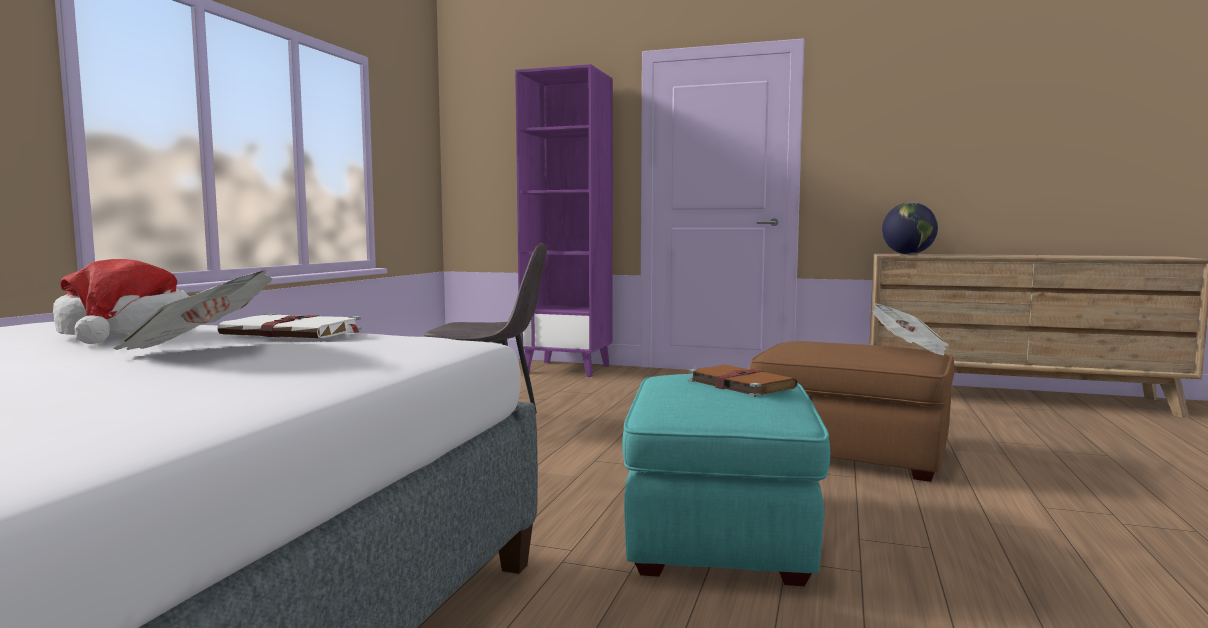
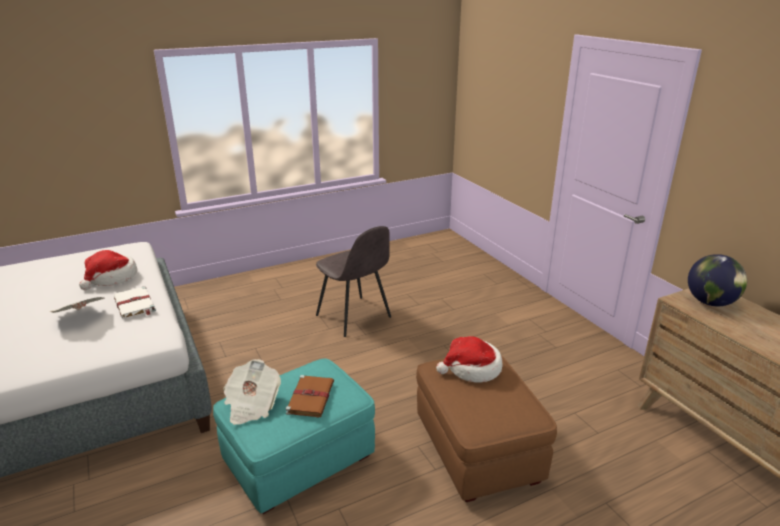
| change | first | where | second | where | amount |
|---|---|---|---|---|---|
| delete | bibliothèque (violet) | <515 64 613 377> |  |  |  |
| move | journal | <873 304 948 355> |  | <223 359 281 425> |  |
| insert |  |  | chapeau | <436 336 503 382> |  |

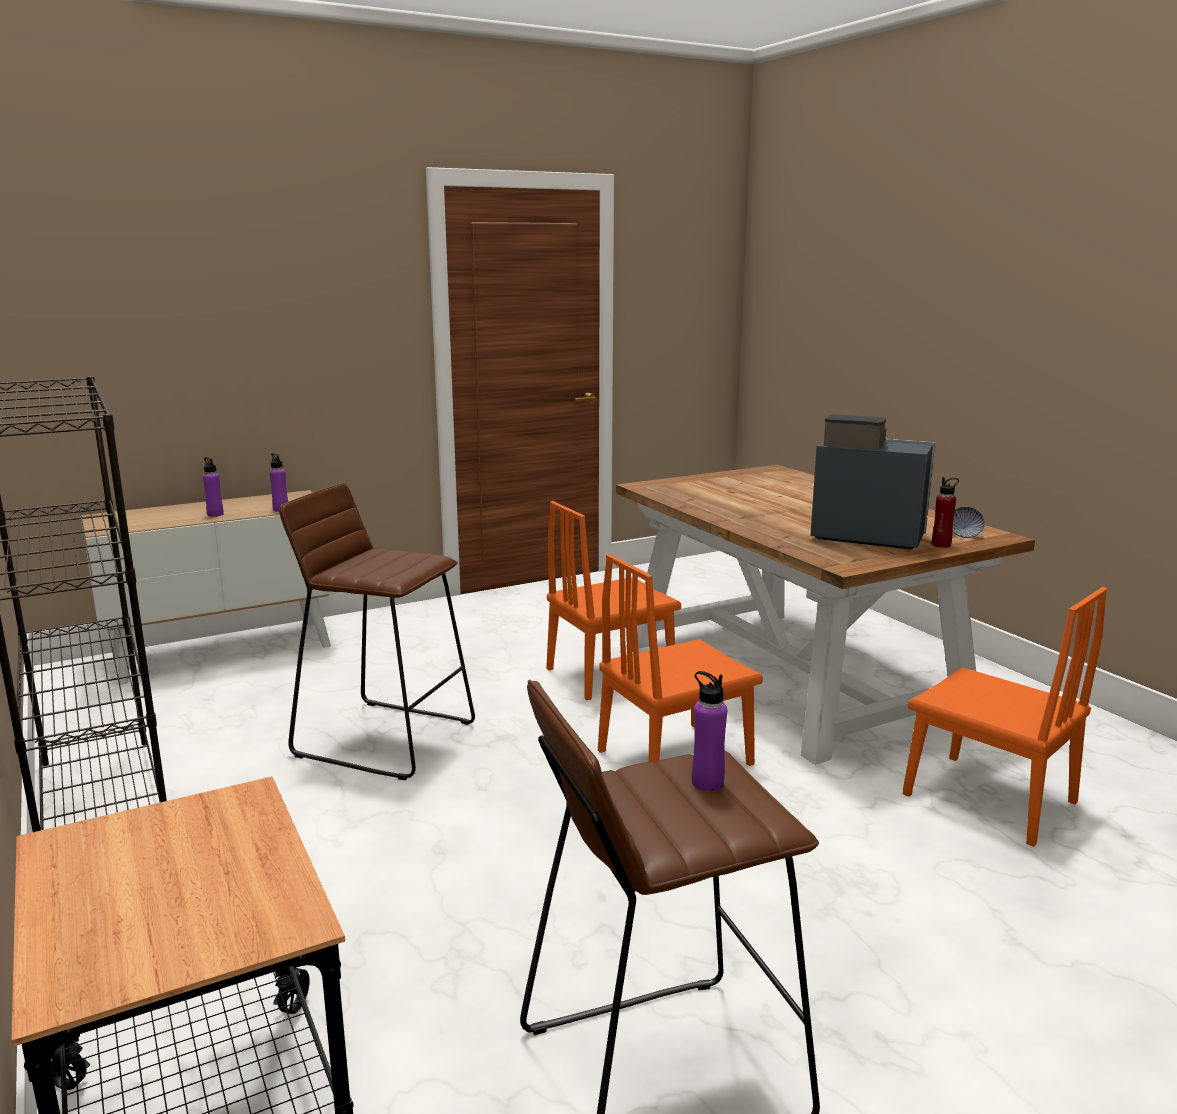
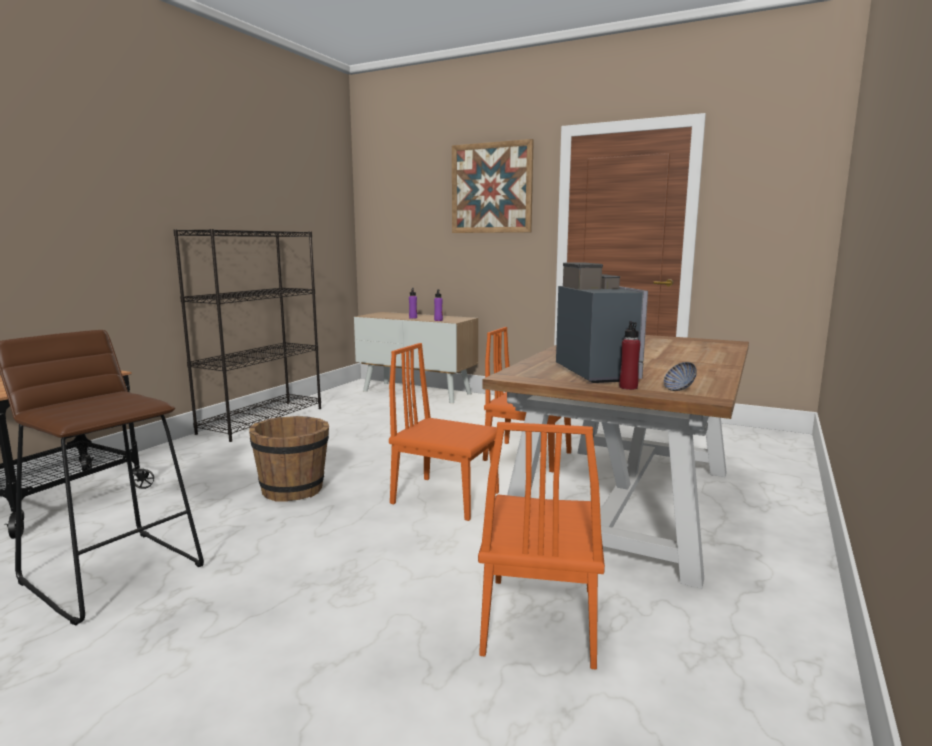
| change | first | where | second | where | amount |
|---|---|---|---|---|---|
| delete | tabouret (marron) | <279 483 475 780> |  |  |  |
| delete | bouteille (violet) | <692 671 727 791> |  |  |  |
| insert |  |  | seau (marron) | <249 416 329 502> |  |
| insert |  |  | tableau | <452 139 534 233> |  |

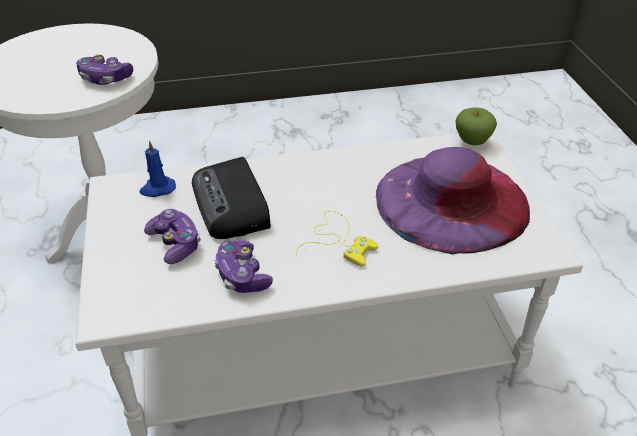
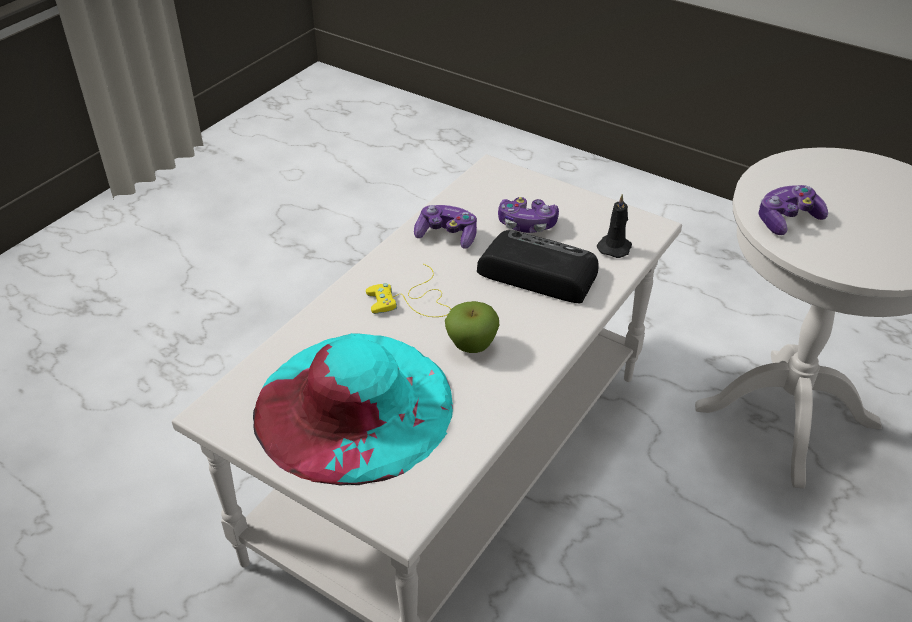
| change | first | where | second | where | amount |
|---|---|---|---|---|---|
| recolor | bougie (bleu) | <139 140 176 197> | bougie (noir) | <597 194 632 258> |  |
| recolor | chapeau (violet) | <376 147 530 255> | chapeau (turquoise) | <253 333 453 485> |  |
| move | pomme | <456 107 497 145> |  | <445 301 499 353> |  |

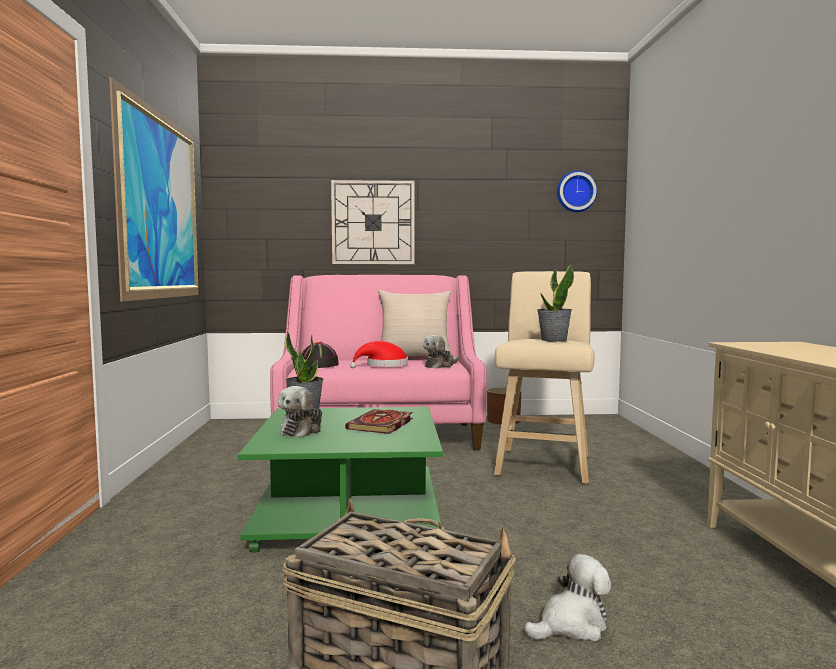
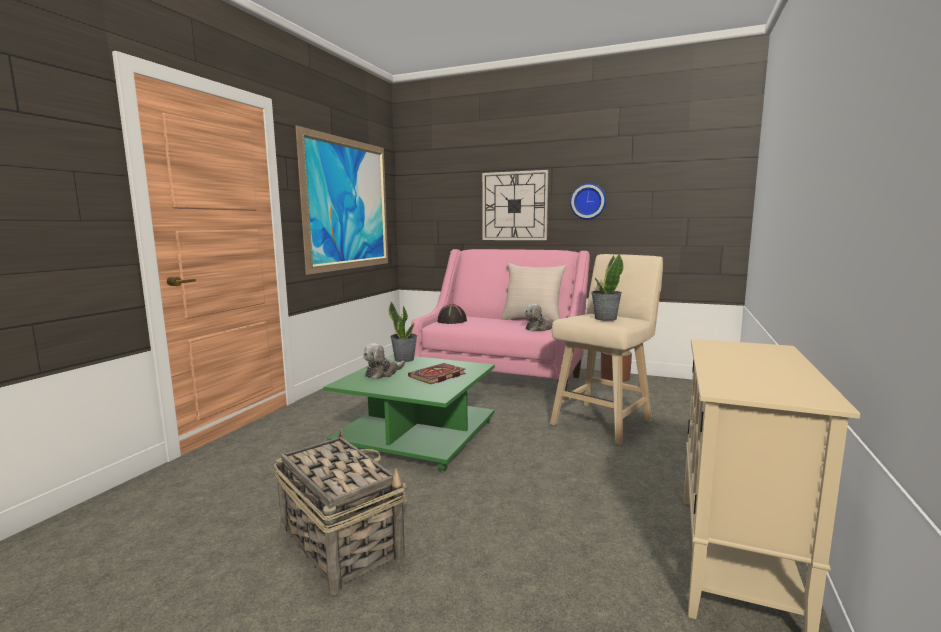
| change | first | where | second | where | amount |
|---|---|---|---|---|---|
| delete | chapeau (rouge) | <350 341 408 368> |  |  |  |
| delete | peluche | <524 554 611 641> |  |  |  |
| move | horloge murale | <557 171 597 212> |  | <570 183 606 220> |  |

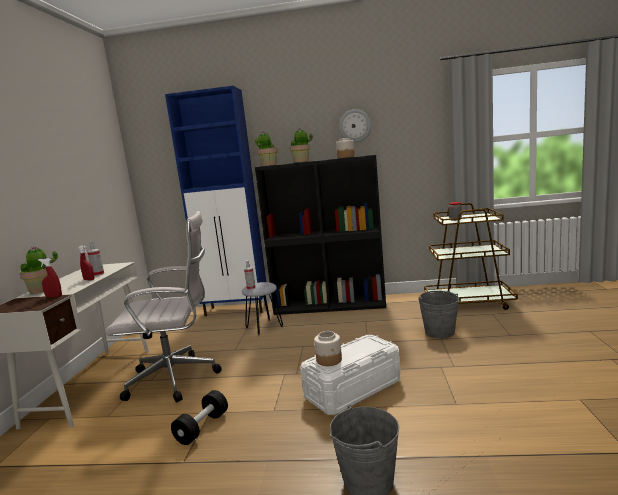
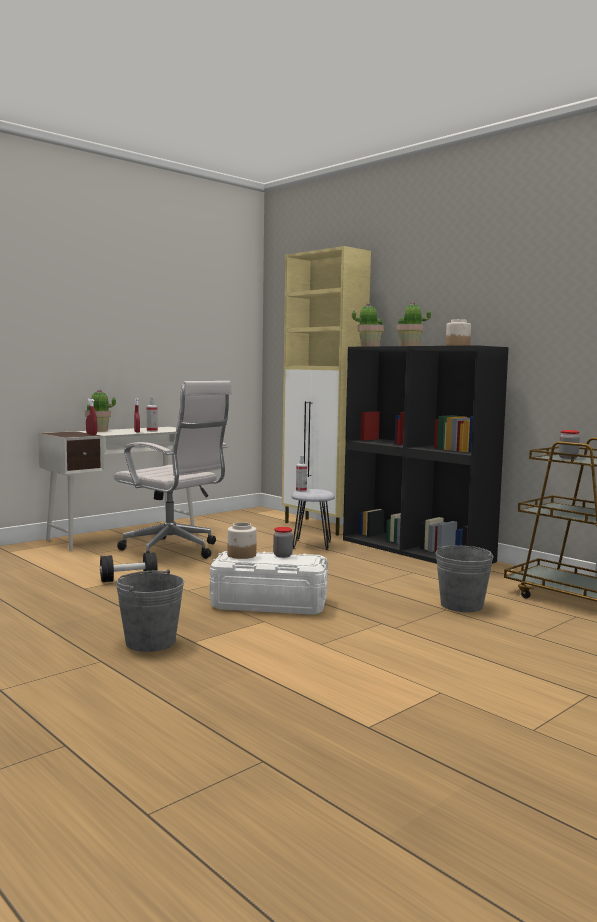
| change | first | where | second | where | amount |
|---|---|---|---|---|---|
| recolor | meuble de rangement (bleu) | <165 86 266 317> | meuble de rangement (beige) | <282 246 371 536> |  |
| delete | horloge murale | <339 109 371 143> |  |  |  |
| insert |  |  | bocal | <273 527 293 558> |  |

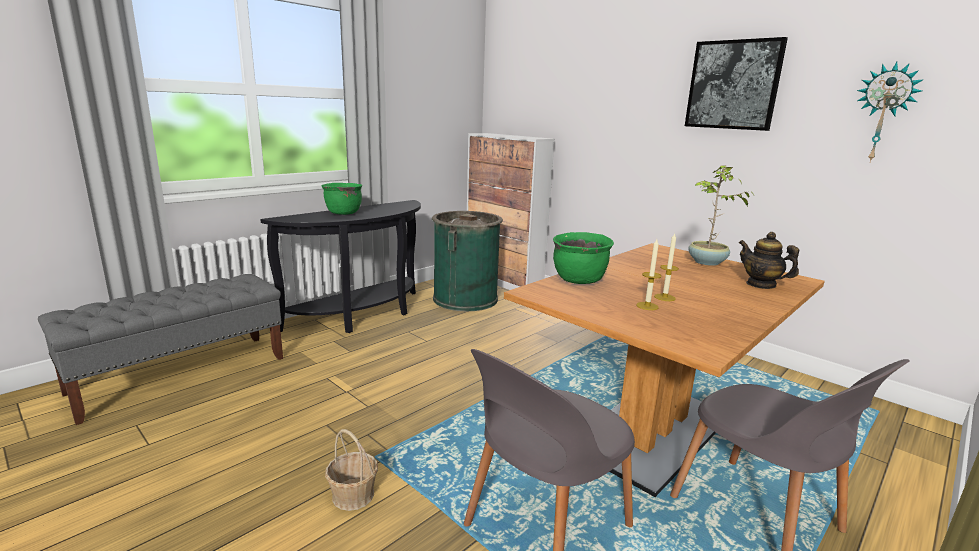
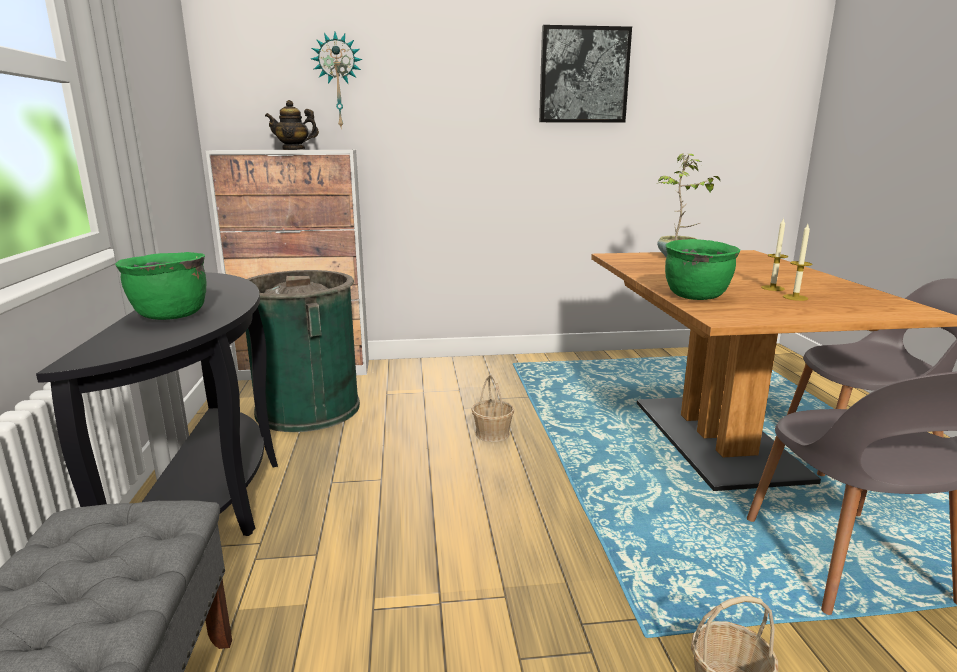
| change | first | where | second | where | amount |
|---|---|---|---|---|---|
| move | théière | <739 232 799 289> |  | <265 100 319 150> |  |
| move | horloge murale | <857 62 924 162> |  | <311 32 362 130> |  |
| insert |  |  | panier | <472 375 514 442> |  |

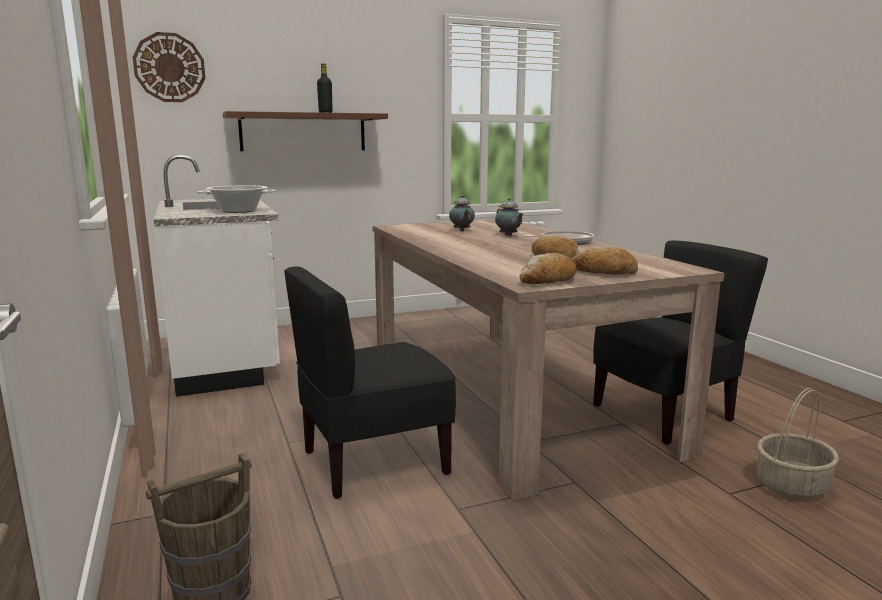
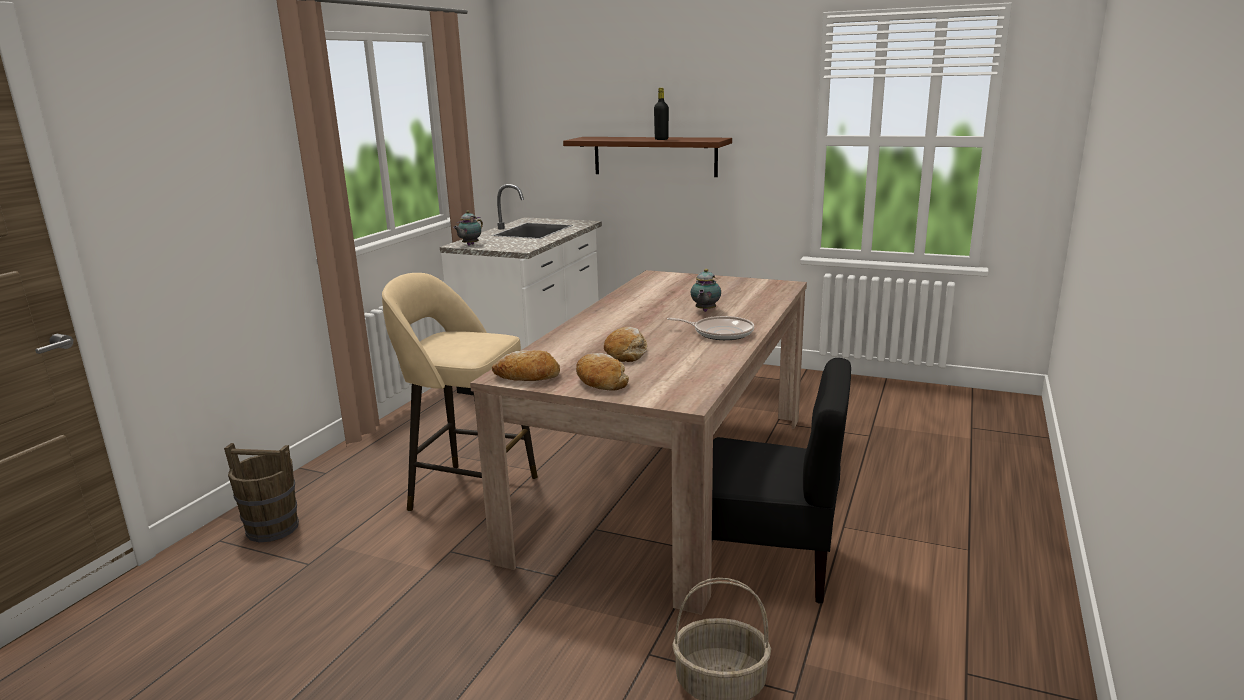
| change | first | where | second | where | amount |
|---|---|---|---|---|---|
| delete | horloge murale | <133 32 205 102> |  |  |  |
| delete | marmite | <197 185 276 213> |  |  |  |
| replace | chaise (noir) | <284 266 456 499> | tabouret (beige) | <382 273 538 511> |  |
| move | théière | <449 195 475 231> |  | <453 211 483 245> |  |

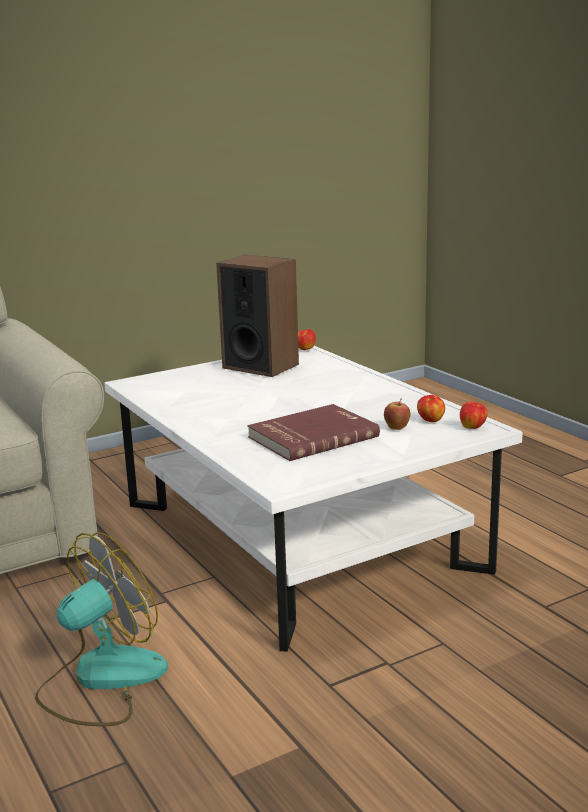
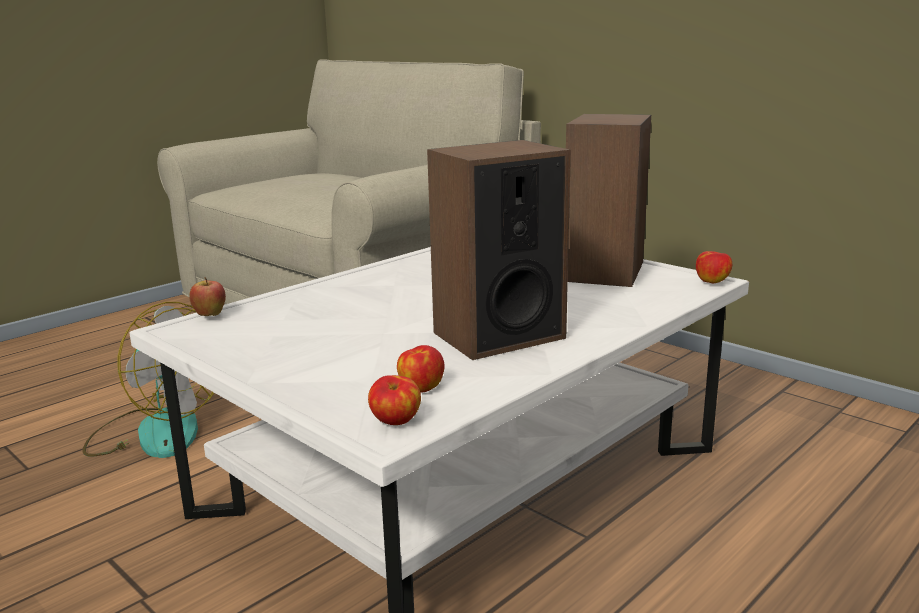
| change | first | where | second | where | amount |
|---|---|---|---|---|---|
| delete | livre (rouge) | <247 404 380 461> |  |  |  |
| move | pomme | <384 399 410 430> |  | <189 277 226 316> |  |
| insert |  |  | enceinte | <427 140 571 360> |  |

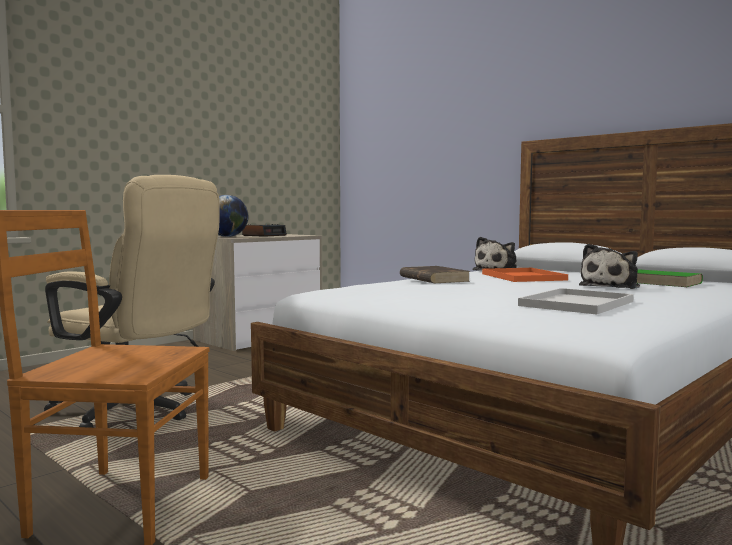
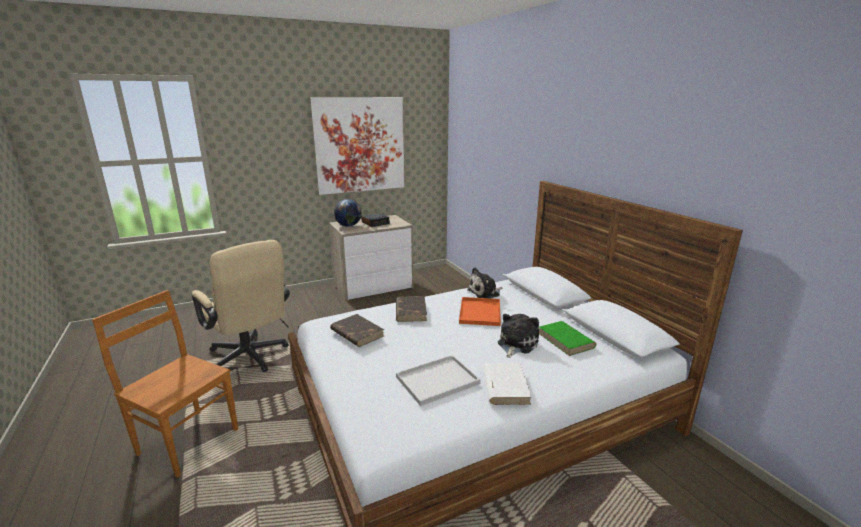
| change | first | where | second | where | amount |
|---|---|---|---|---|---|
| rotate | peluche | <579 244 640 289> |  | <498 314 539 358> | 150 degrees clockwise |
| insert |  |  | tableau | <310 97 405 195> |  |
| insert |  |  | livre (marron) | <330 314 384 347> |  |
| insert |  |  | livre (blanc) | <483 363 532 405> |  |

